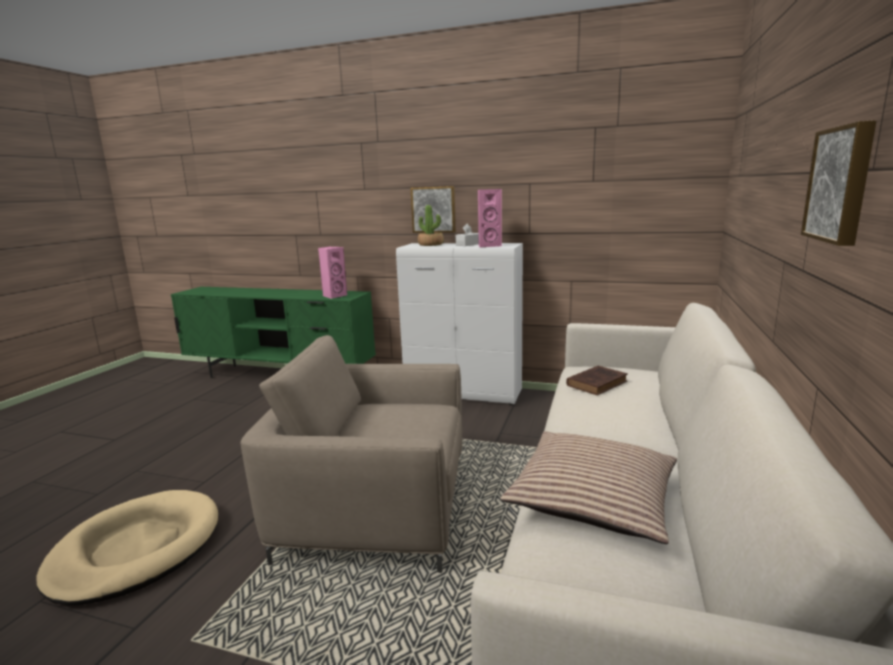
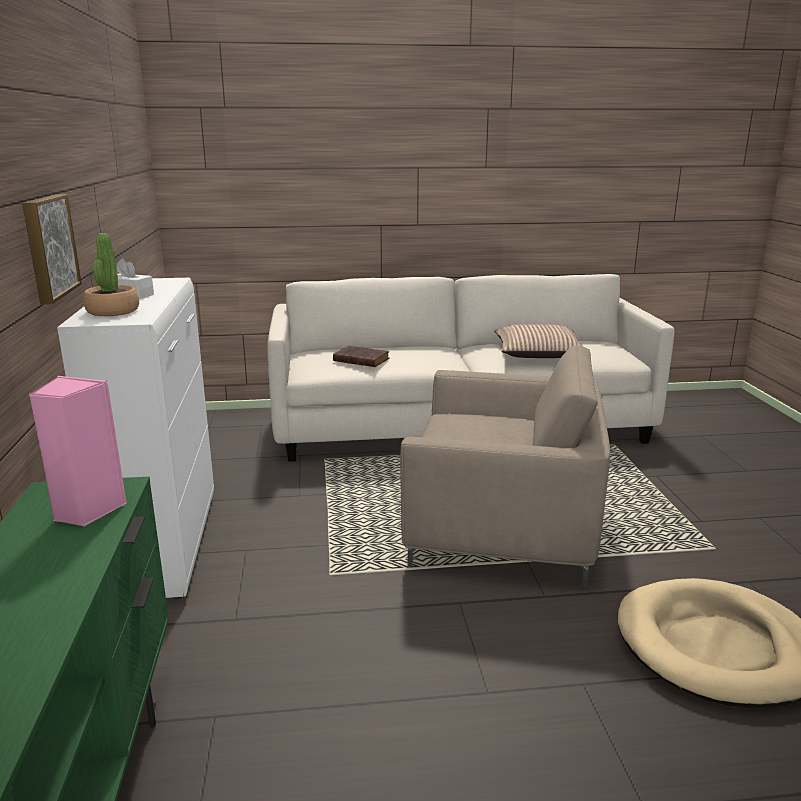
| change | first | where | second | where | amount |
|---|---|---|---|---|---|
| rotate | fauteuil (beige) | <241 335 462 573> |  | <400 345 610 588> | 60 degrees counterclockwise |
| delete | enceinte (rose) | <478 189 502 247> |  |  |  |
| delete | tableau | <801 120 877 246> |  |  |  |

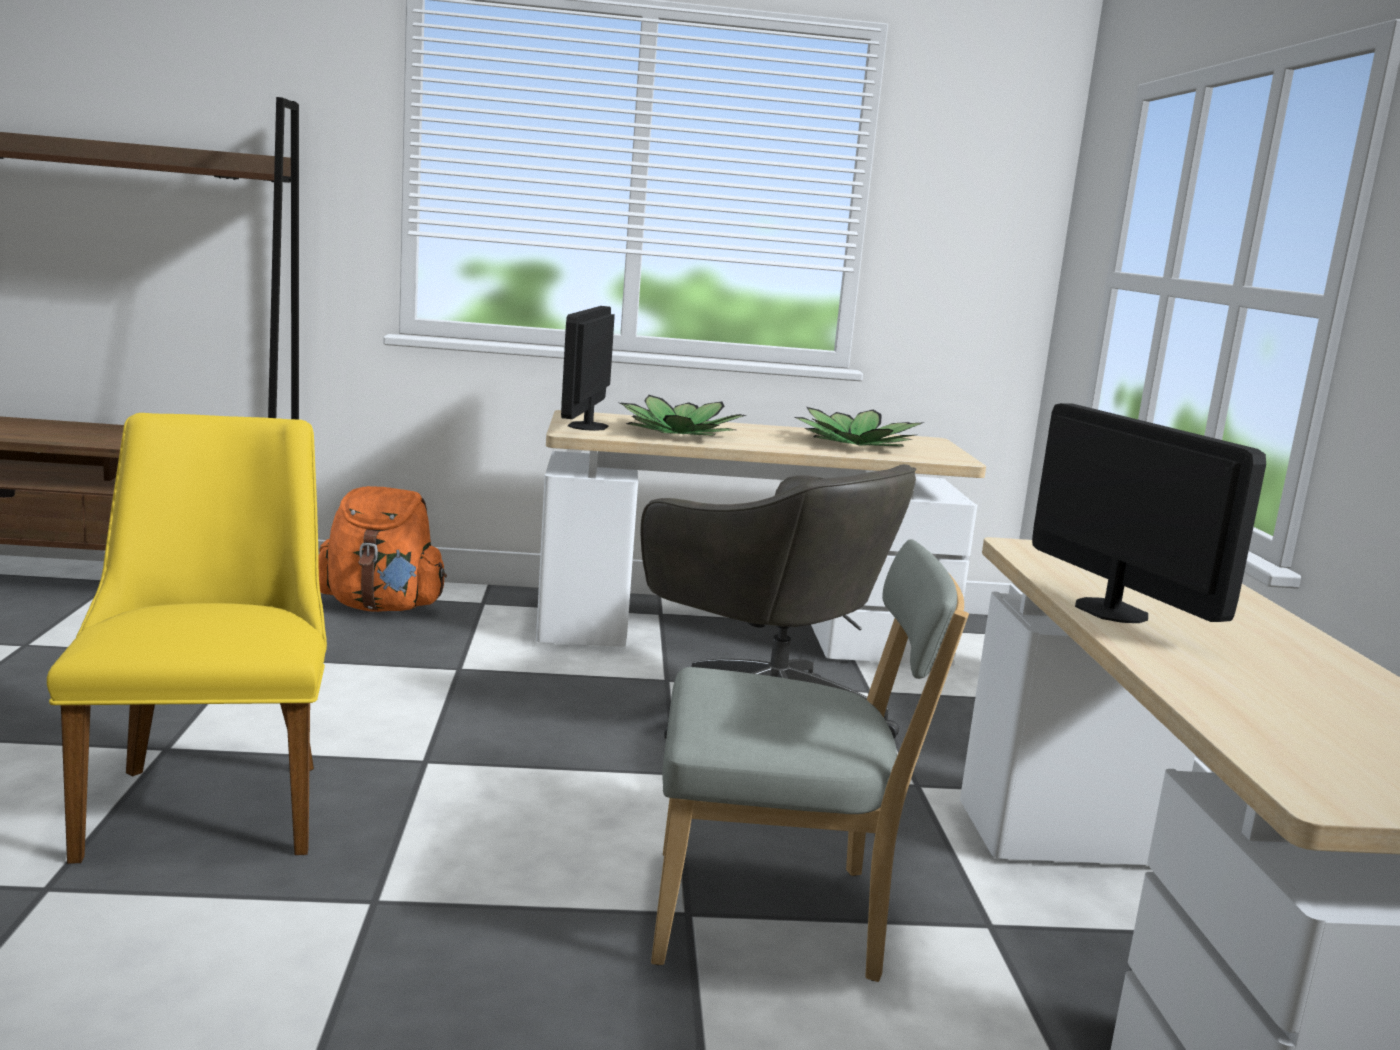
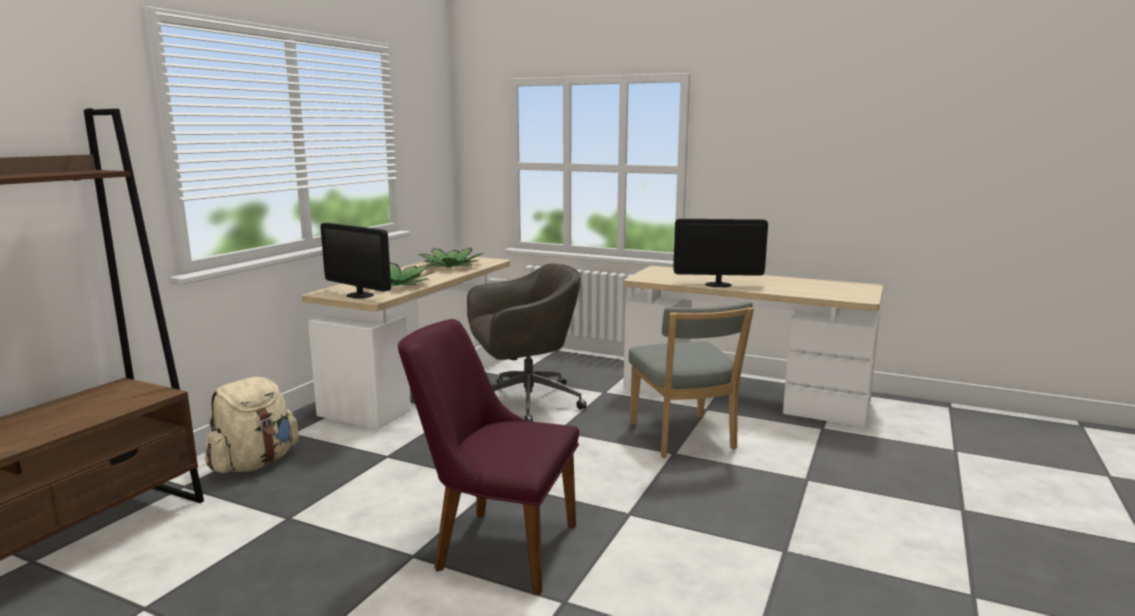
| change | first | where | second | where | amount |
|---|---|---|---|---|---|
| recolor | chaise (jaune) | <47 413 327 864> | chaise (violet) | <398 319 579 595> |  |
| recolor | sac à dos (orange) | <319 486 447 612> | sac à dos (beige) | <205 377 299 473> |  |
| rotate | chaise (gris) | <651 539 969 982> |  | <629 302 754 458> | 135 degrees clockwise |

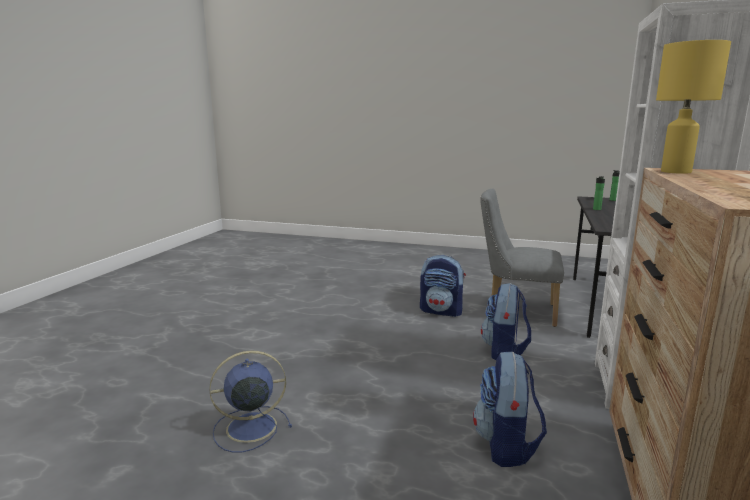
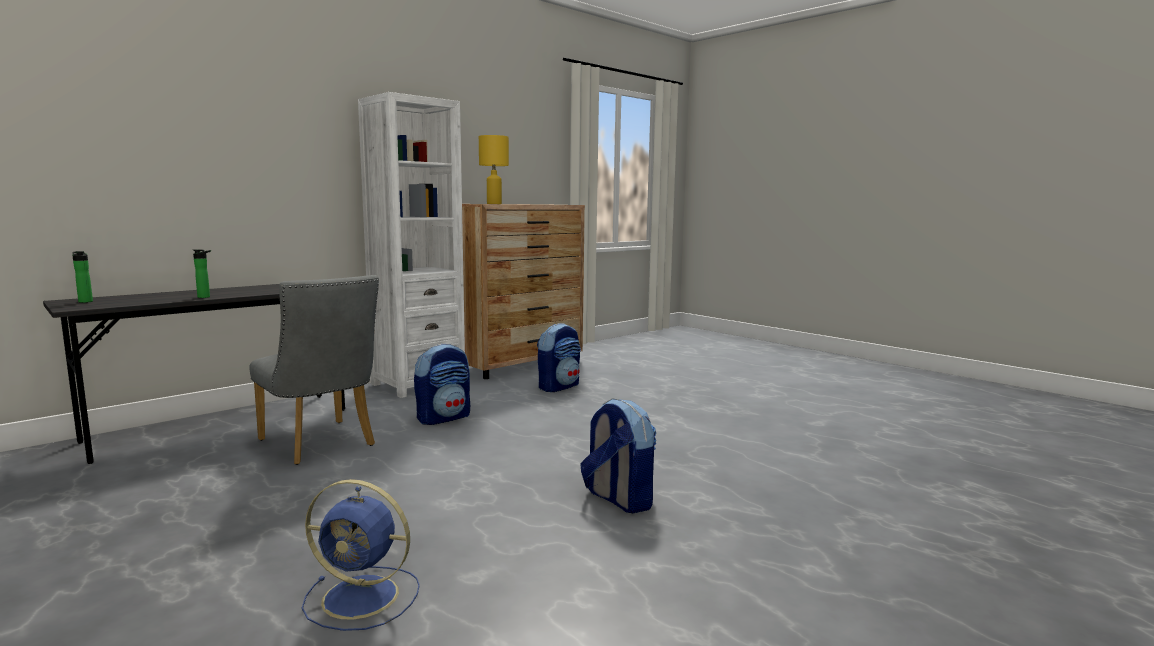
| change | first | where | second | where | amount |
|---|---|---|---|---|---|
| move | ventilateur (bleu) | <209 351 292 453> |  | <302 479 420 631> |  |
| move | sac à dos | <420 255 466 317> |  | <580 398 657 513> |  |

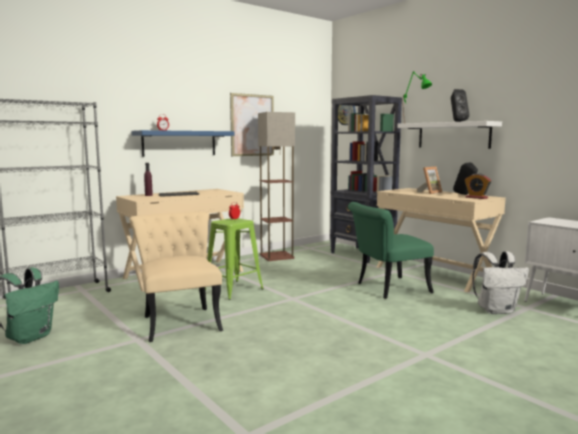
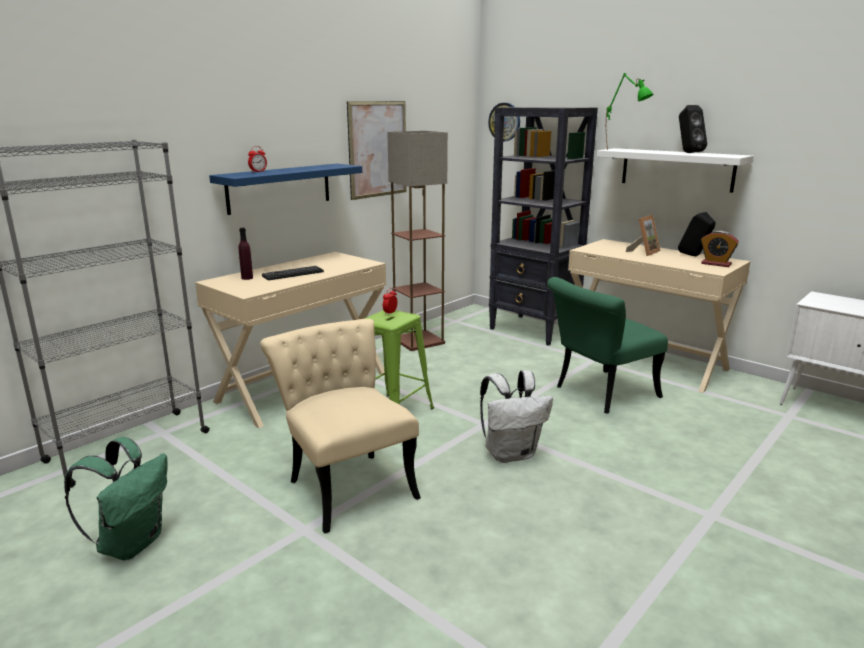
| change | first | where | second | where | amount |
|---|---|---|---|---|---|
| move | sac à dos (blanc) | <472 251 529 314> |  | <480 370 553 463> |  |

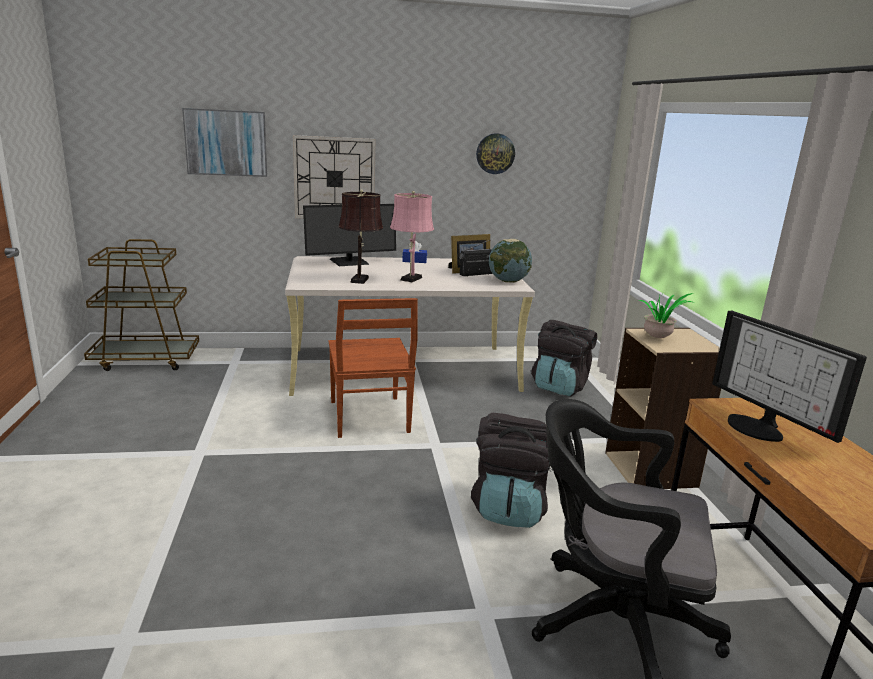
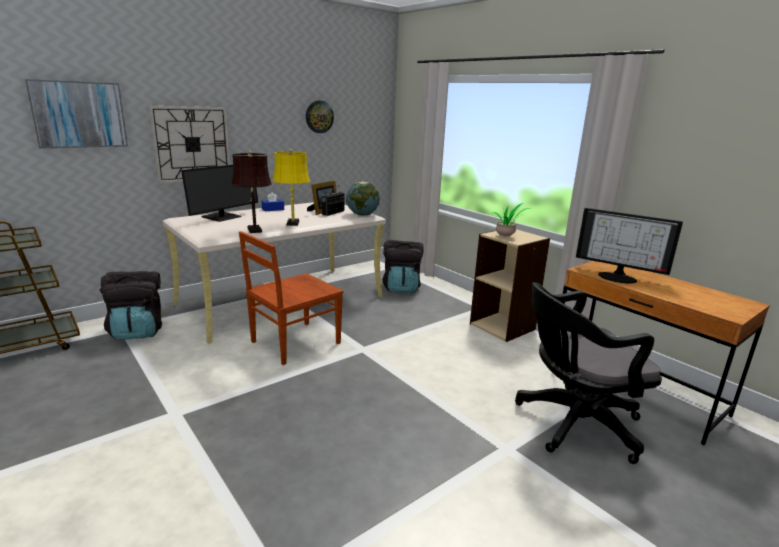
| change | first | where | second | where | amount |
|---|---|---|---|---|---|
| rotate | chaise (marron) | <328 298 418 438> |  | <239 231 344 365> | 90 degrees clockwise |
| recolor | lampe de table (rose) | <390 191 434 282> | lampe de table (jaune) | <273 149 310 226> |  |
| move | sac à dos (noir) | <471 412 553 528> |  | <100 271 162 340> |  |

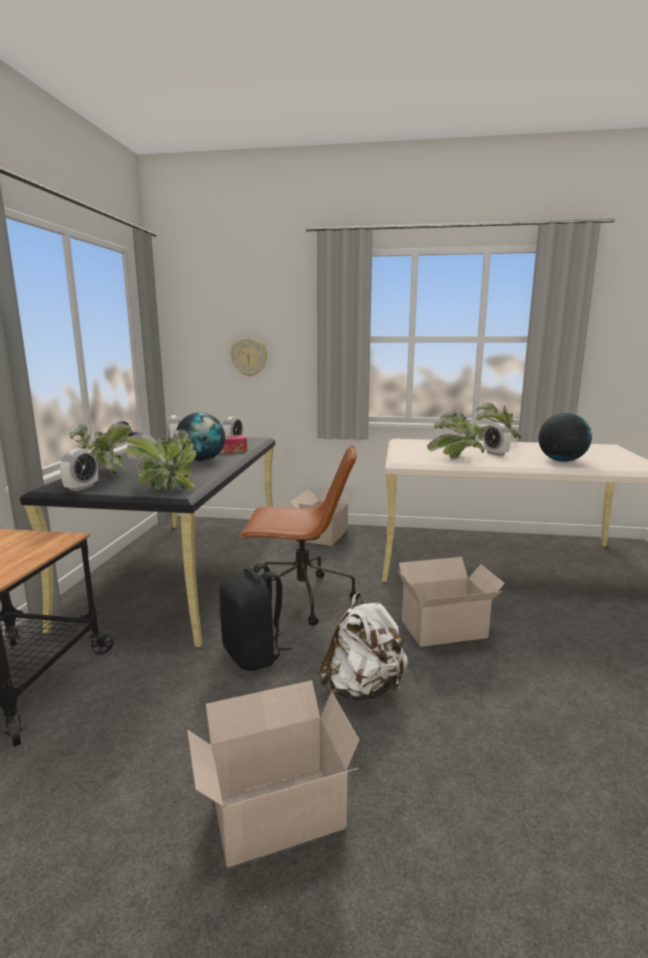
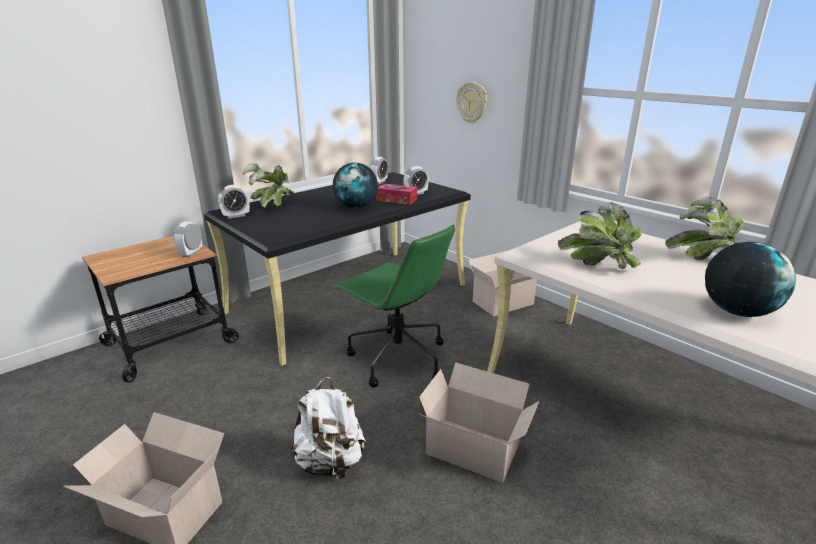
| change | first | where | second | where | amount |
|---|---|---|---|---|---|
| delete | plante en pot | <126 429 197 490> |  |  |  |
| delete | sac à dos (noir) | <219 563 293 671> |  |  |  |
| recolor | chaise de bureau (marron) | <240 445 359 626> | chaise de bureau (vert) | <332 224 455 388> |  |
| move | réveil | <484 423 511 456> |  | <173 221 202 257> |  |

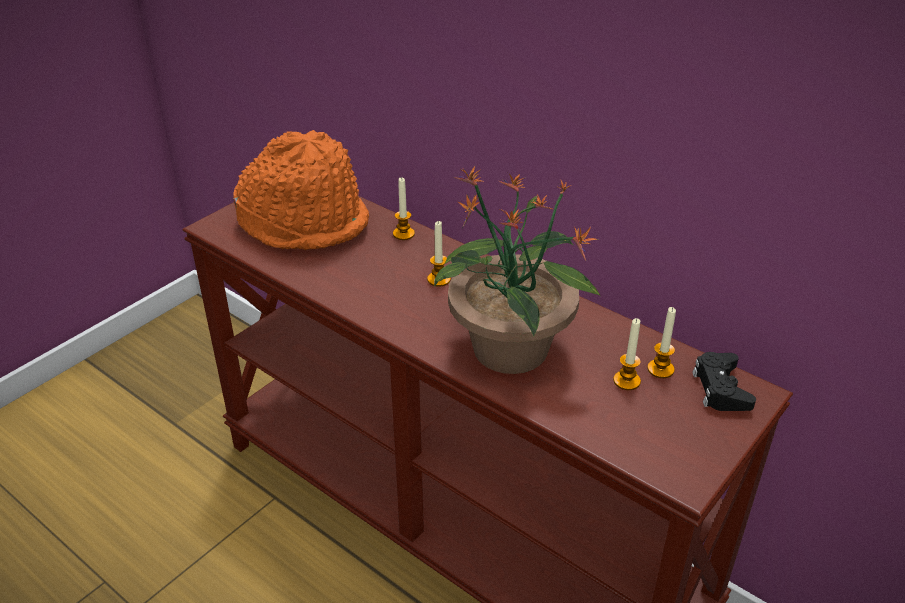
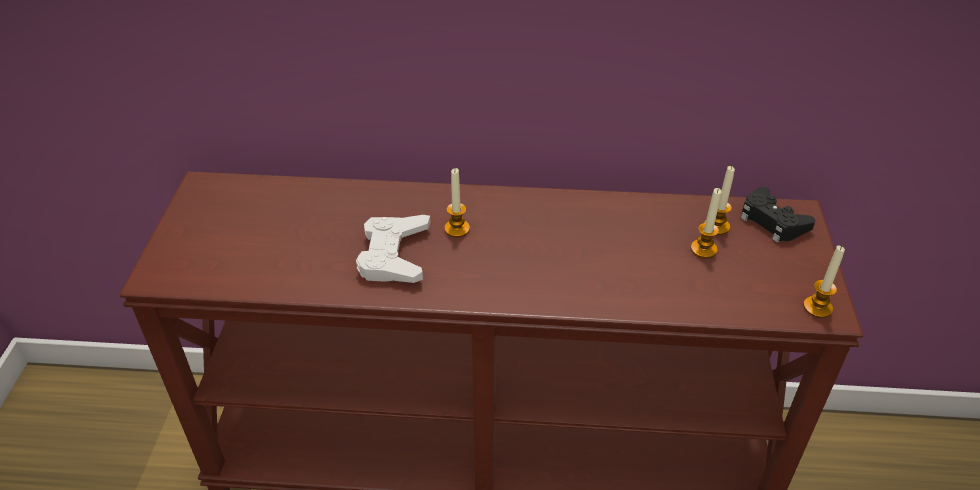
| change | first | where | second | where | amount |
|---|---|---|---|---|---|
| delete | chapeau (orange) | <233 130 369 250> |  |  |  |
| move | bougie | <393 178 415 240> |  | <803 246 845 318> |  |
| delete | plante en pot | <434 166 600 374> |  |  |  |
| insert |  |  | manette (blanc) | <356 215 431 283> |  |

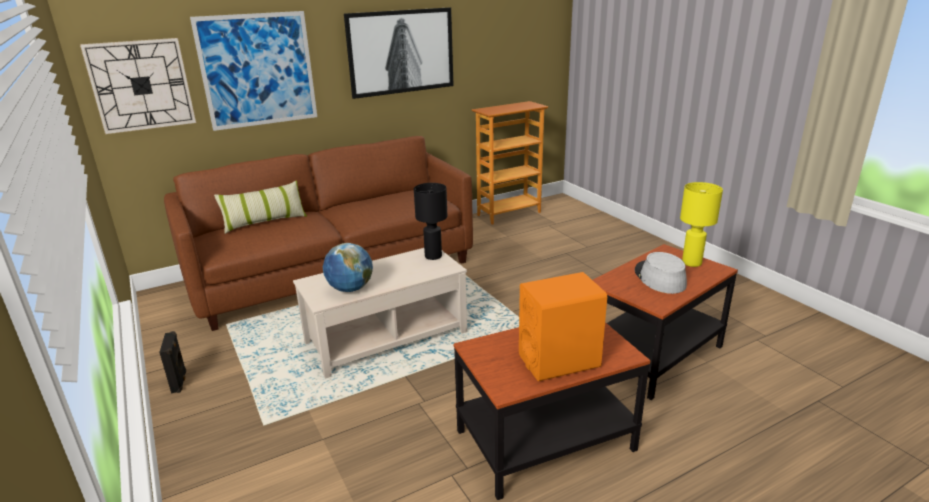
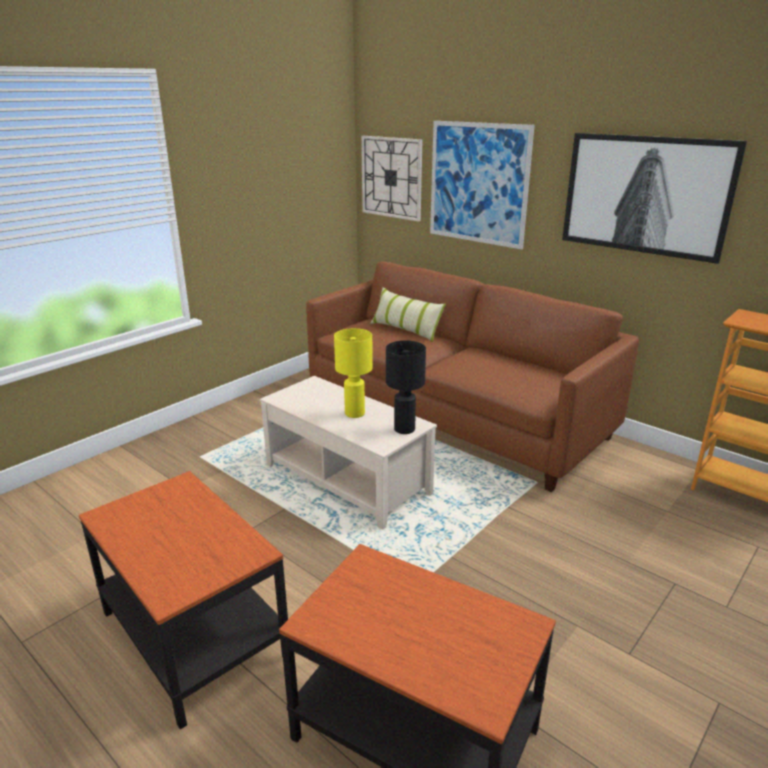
| change | first | where | second | where | amount |
|---|---|---|---|---|---|
| delete | enceinte (noir) | <159 331 186 393> |  |  |  |
| delete | globe | <323 243 373 292> |  |  |  |
| delete | enceinte (orange) | <519 272 607 381> |  |  |  |
| delete | chapeau (gris) | <635 252 687 294> |  |  |  |
| move | lampe de table (jaune) | <680 182 723 267> |  | <334 328 373 418> |  |

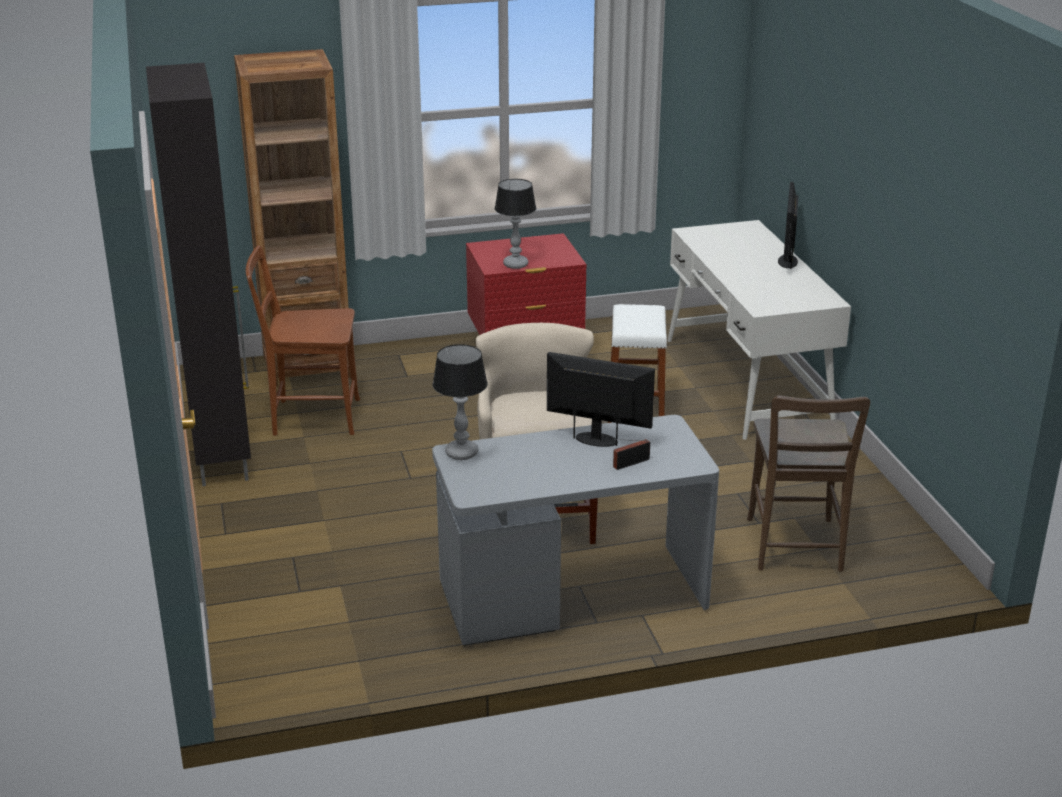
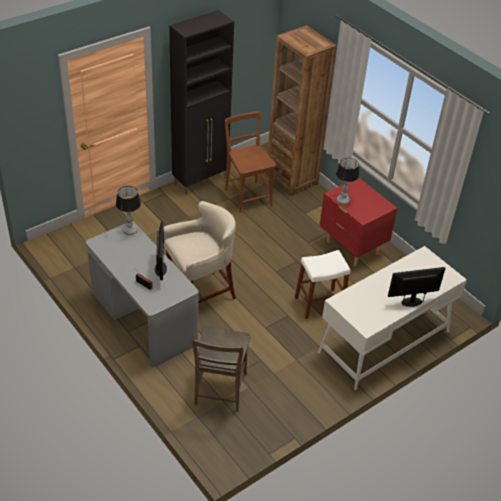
| change | first | where | second | where | amount |
|---|---|---|---|---|---|
| rotate | chaise (marron) | <747 396 870 572> |  | <192 327 251 412> | 60 degrees counterclockwise |

